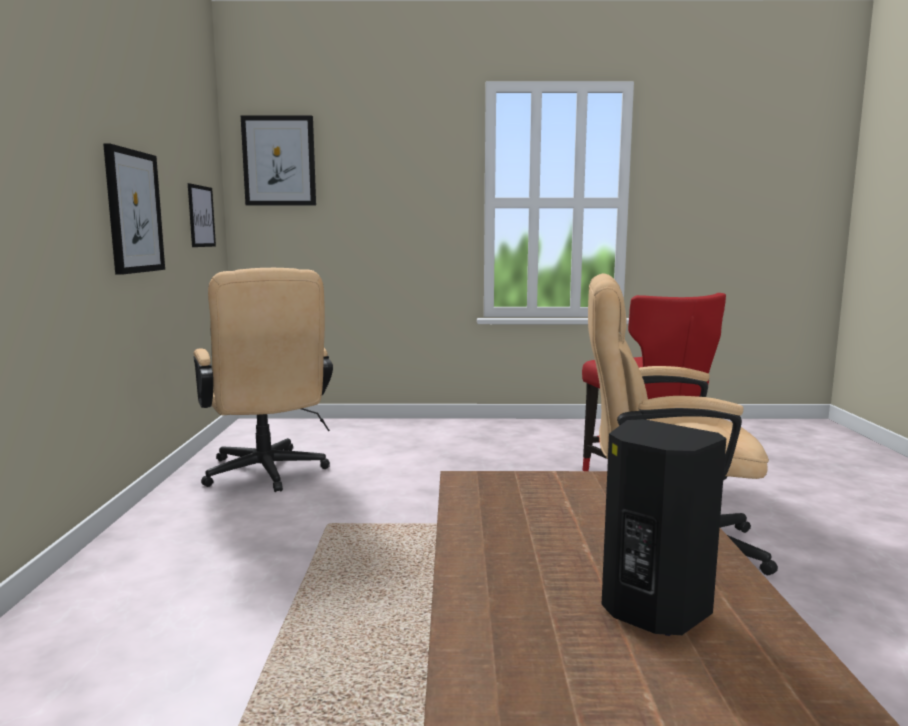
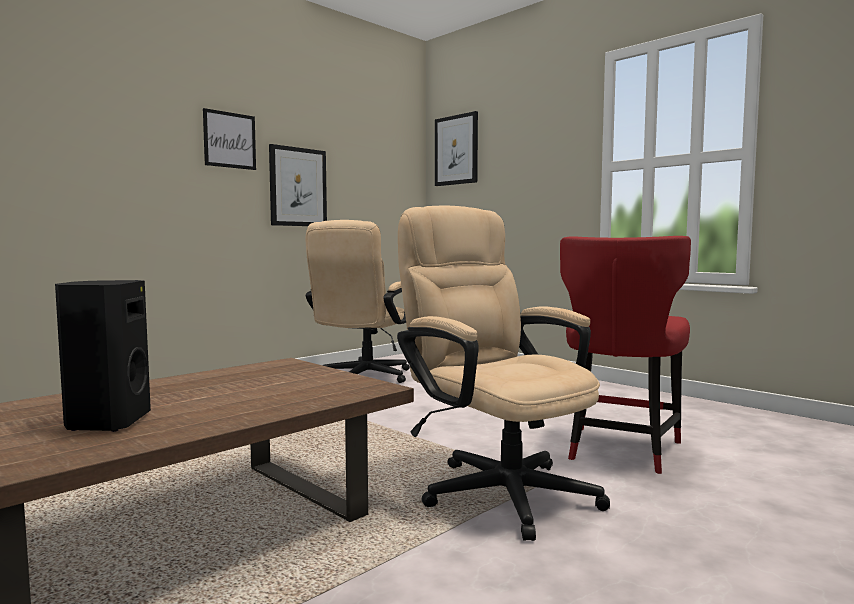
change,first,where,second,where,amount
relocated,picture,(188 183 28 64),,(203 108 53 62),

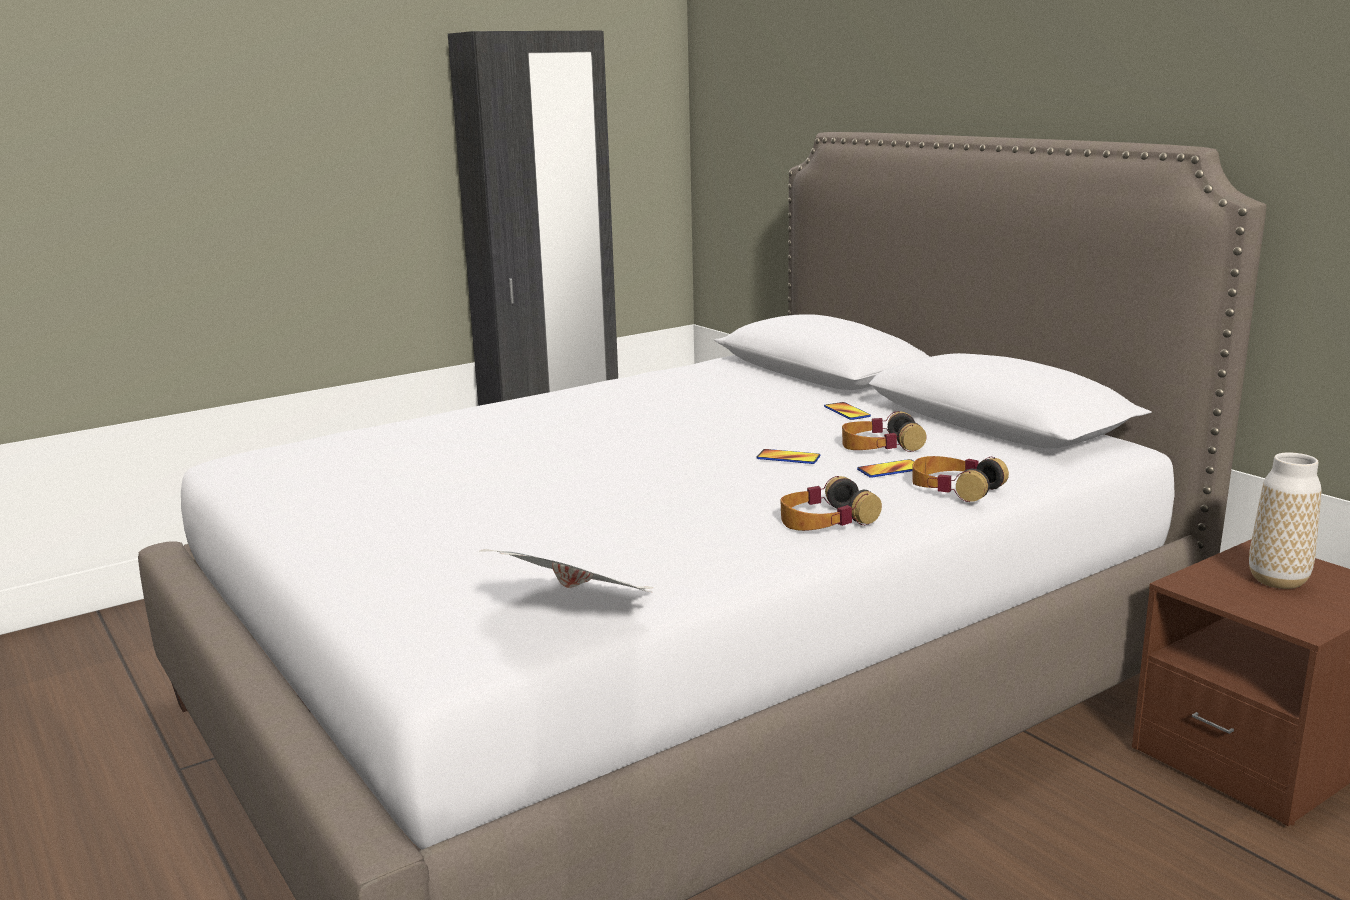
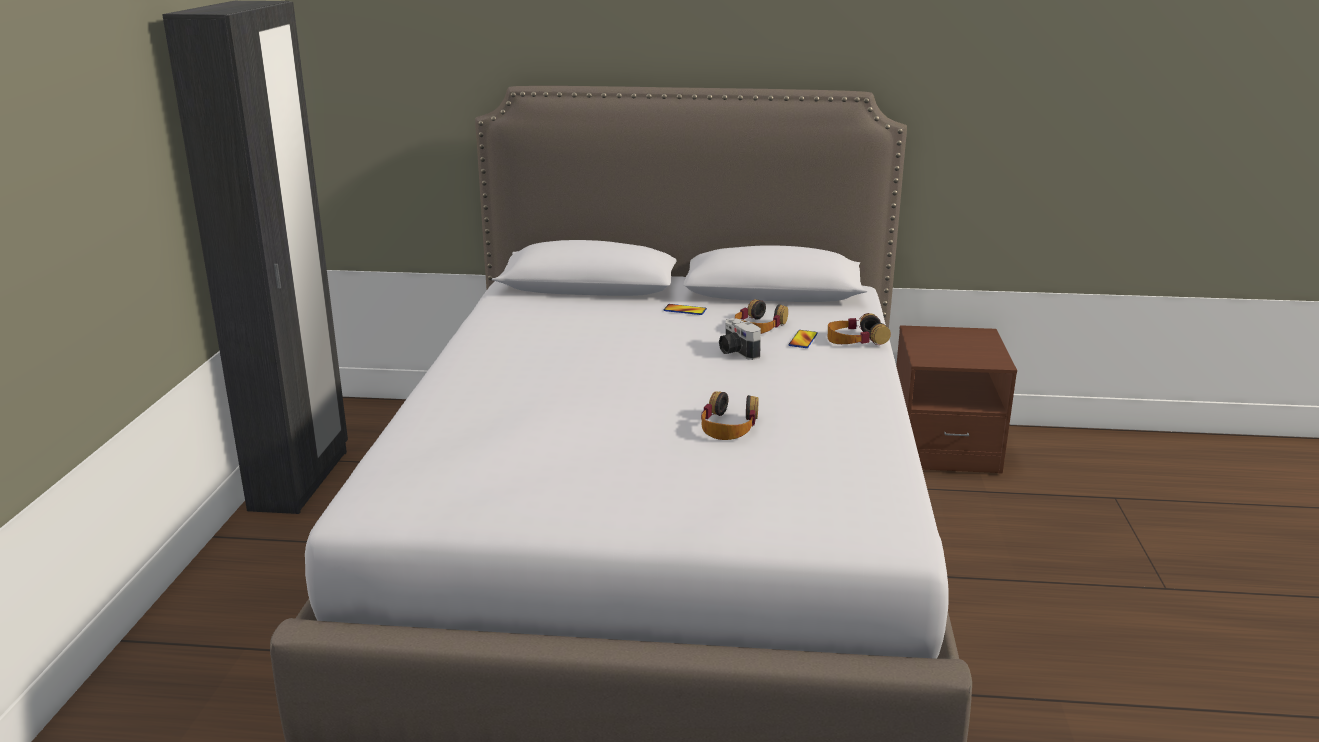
change,first,where,second,where,amount
relocated,pair of headphones,(780 476 102 55),,(701 391 57 49),
exchanged,handset,(757 449 64 15),photo camera,(719 318 42 42),
missing,printed paper,(479 549 175 43),,,
missing,decorative vase,(1249 452 72 137),,,

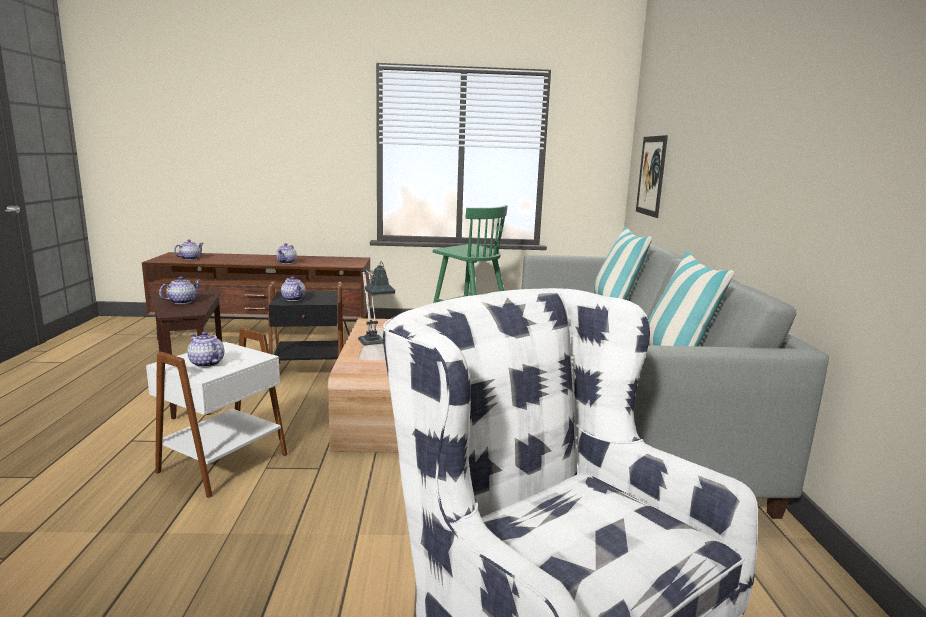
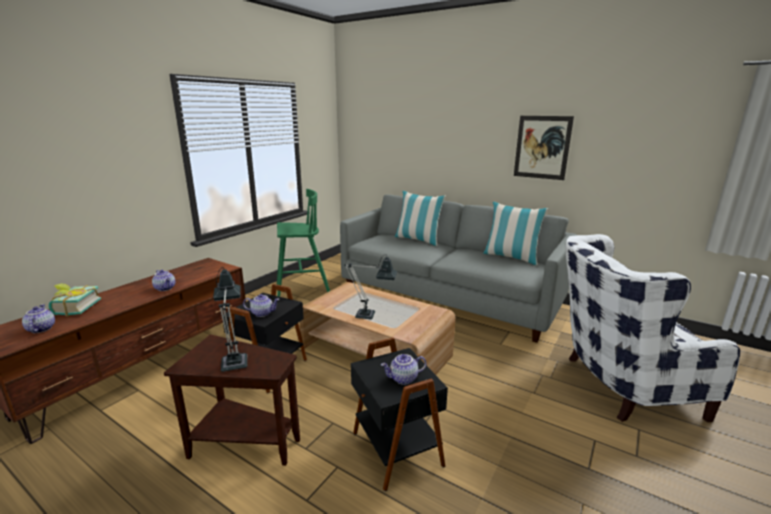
change,first,where,second,where,amount
appeared,,,volume,(49 283 52 34),
exchanged,tea pot,(159 277 42 27),table lamp,(213 267 34 105),
colour,side table in white,(146 328 142 170),side table in black-coloured,(351 338 97 153),
relocated,picture,(636 135 32 83),,(514 116 60 64),

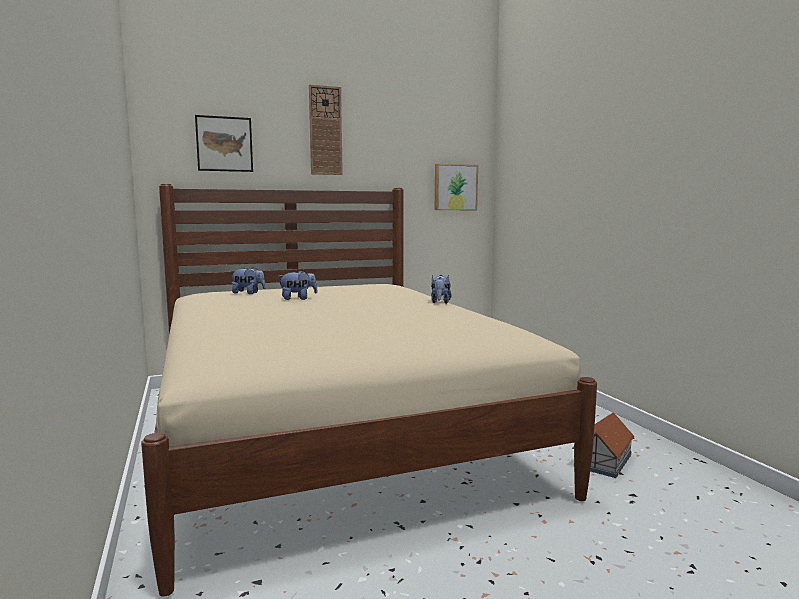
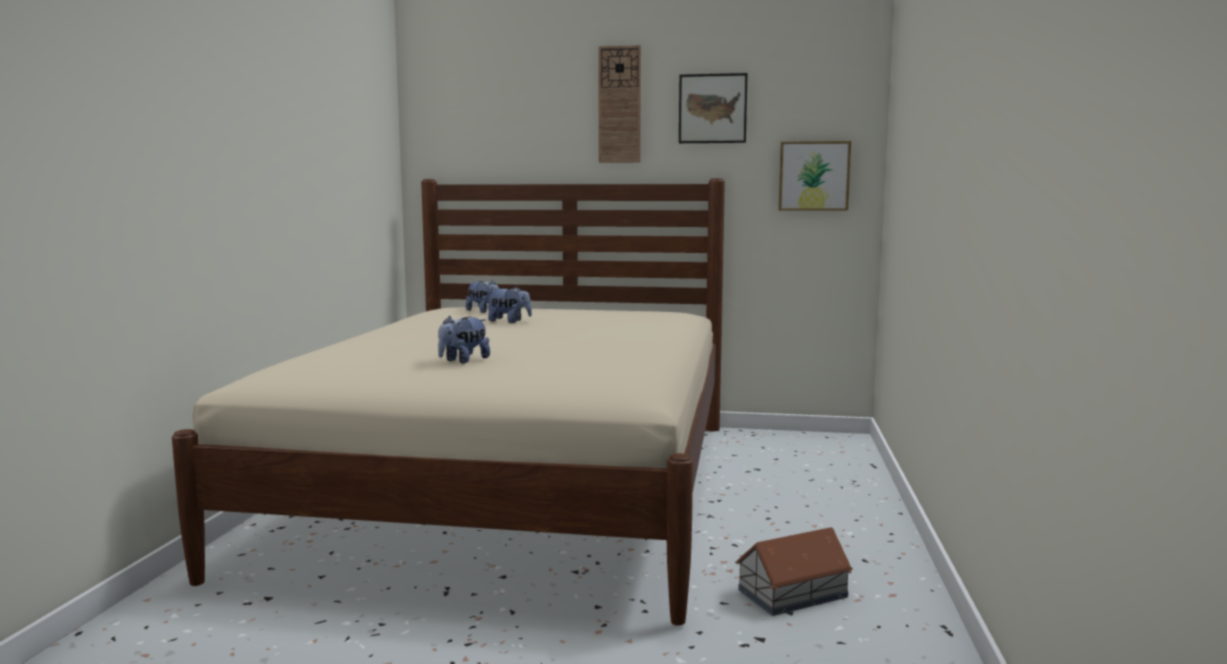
change,first,where,second,where,amount
relocated,cuddly toy,(431 275 21 29),,(438 316 52 47),
relocated,picture,(195 115 58 57),,(679 73 69 70),

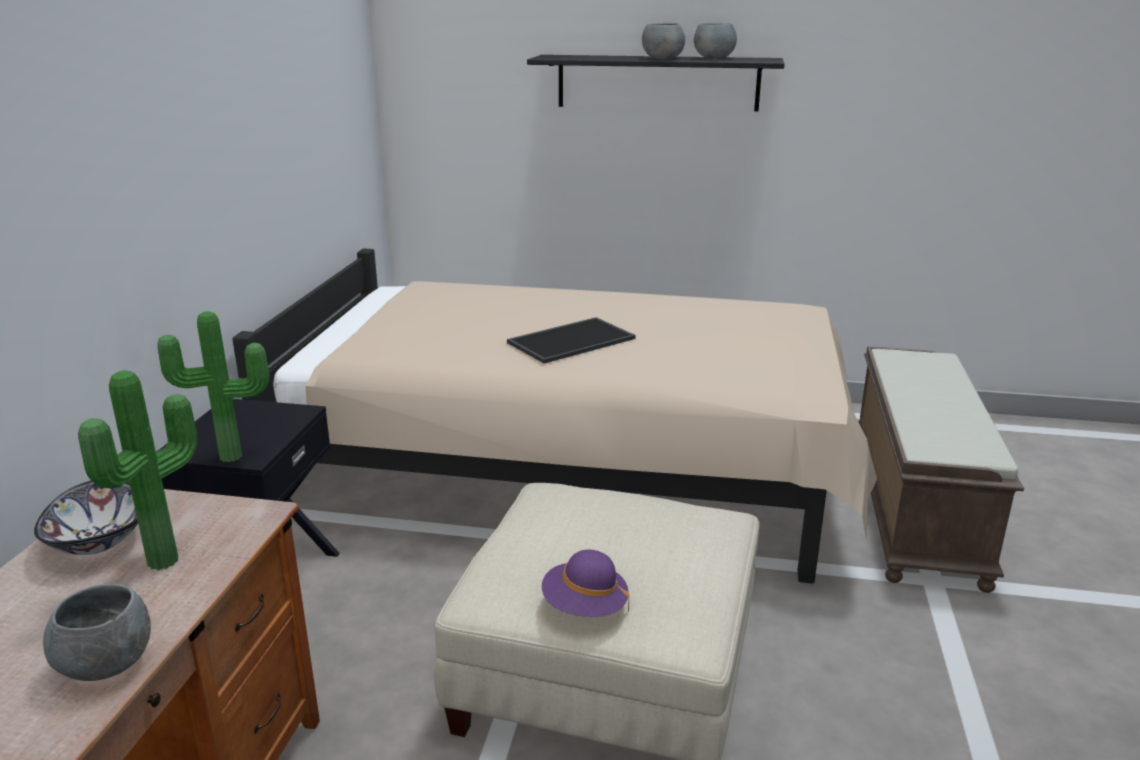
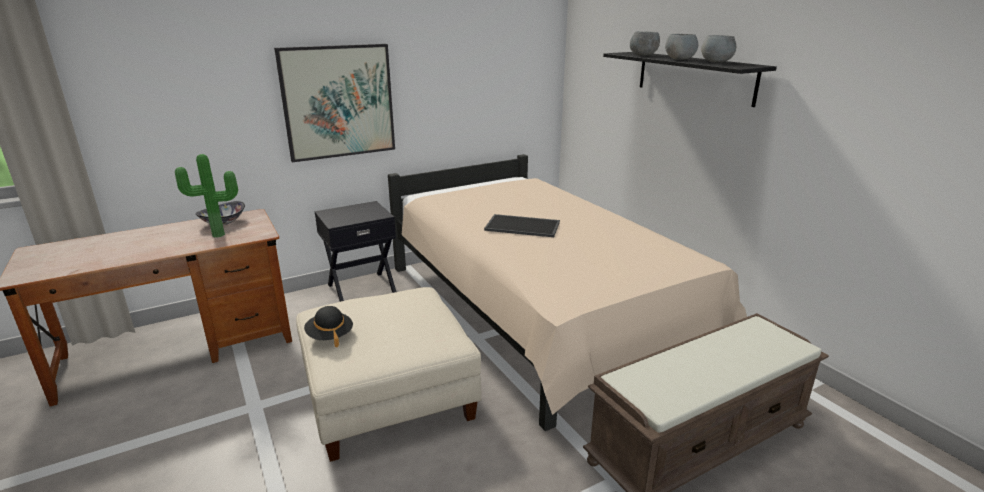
change,first,where,second,where,amount
appeared,,,picture,(274 44 121 118),
colour,clothing hat in purplish,(542 550 87 67),clothing hat in black-coloured,(304 306 49 41),
relocated,deep dish in gray,(43 584 108 97),,(630 31 30 25),
missing,plant in a pot,(157 311 113 151),,,

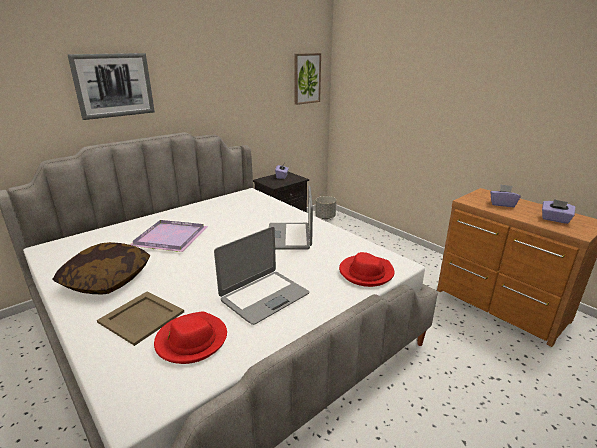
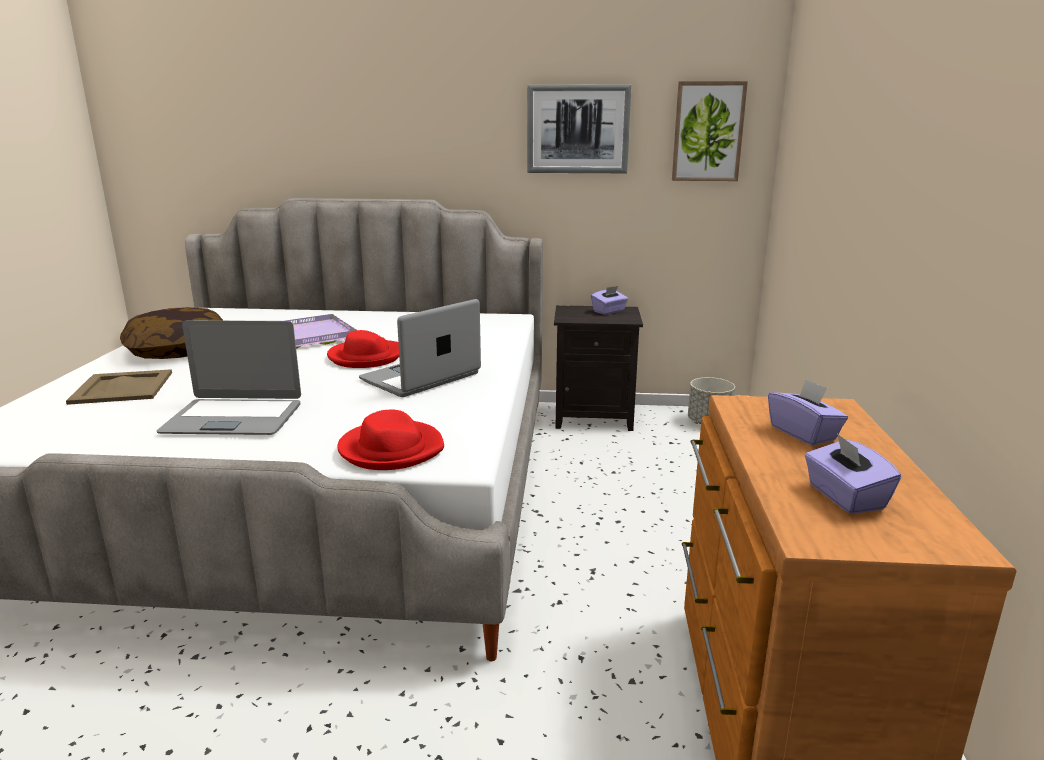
change,first,where,second,where,amount
relocated,clothing hat in reddish,(154 311 73 53),,(327 330 72 38),
relocated,picture,(67 53 88 67),,(527 84 104 89),

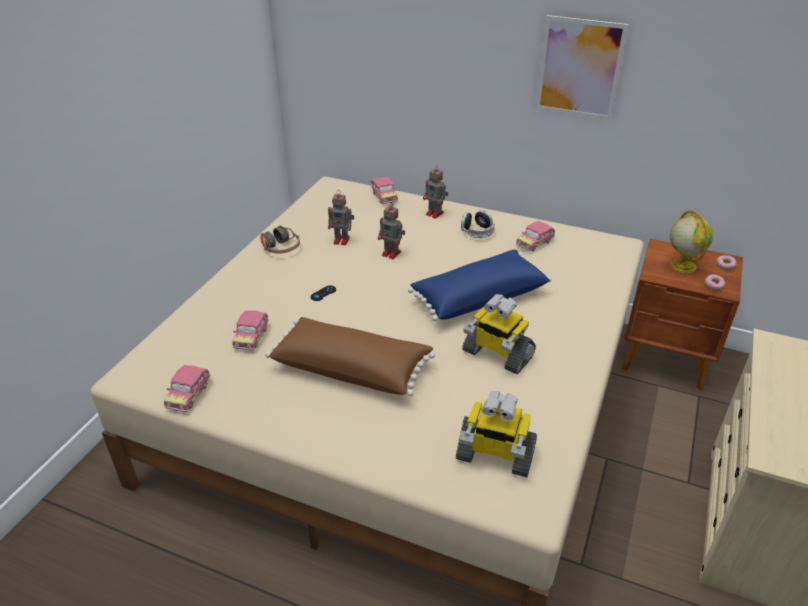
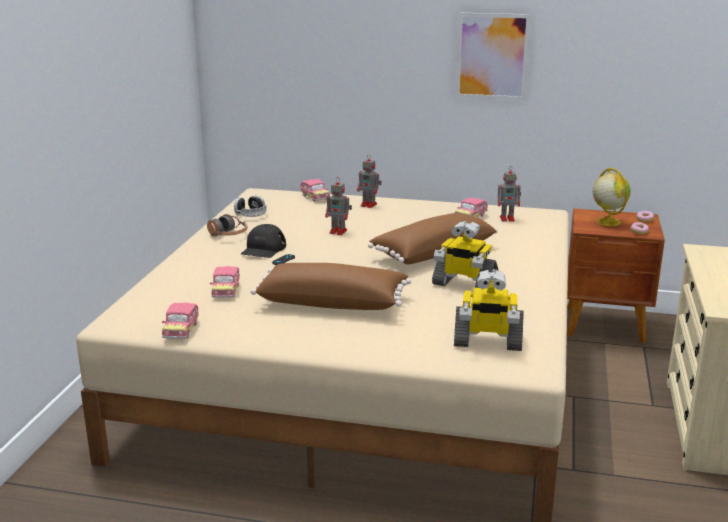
change,first,where,second,where,amount
relocated,pair of headphones,(461 210 34 28),,(234 195 33 22),
appeared,,,baseball cap in black-coloured,(241 224 45 34),
colour,throw pillow in blue-coloured,(408 250 144 71),throw pillow in brown-coloured,(368 213 130 51),
relocated,toy robot,(328 190 26 55),,(498 169 23 53),

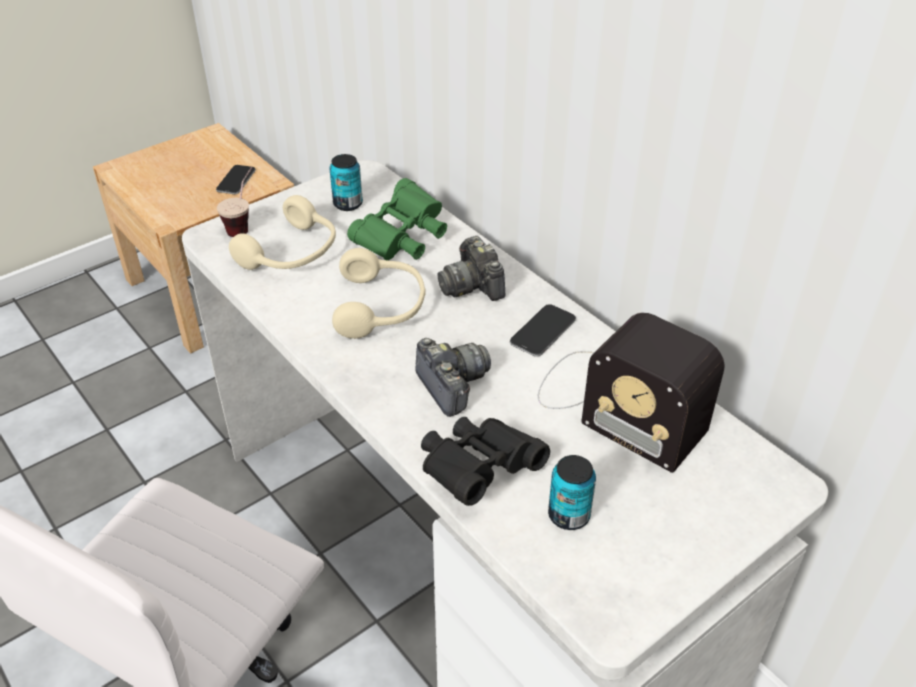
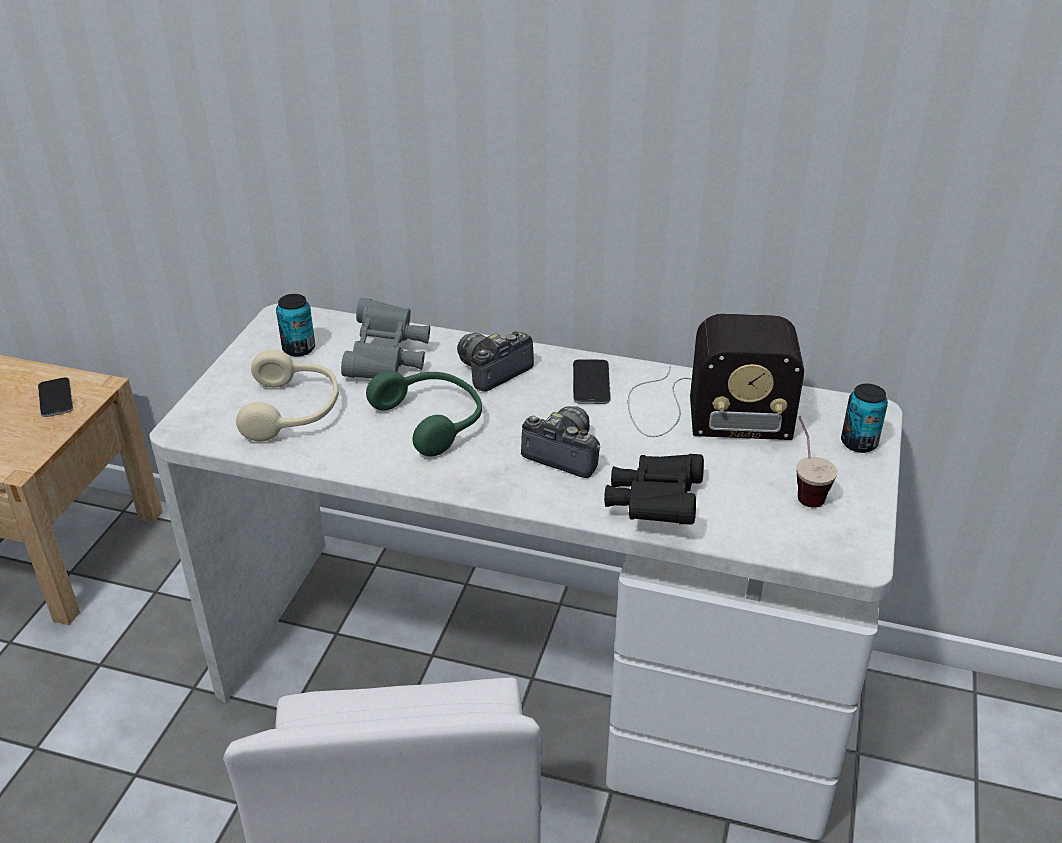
change,first,where,second,where,amount
colour,pair of binoculars in green,(347 178 100 82),pair of binoculars in gray,(341 298 89 80),
colour,pair of headphones in beige-coloured,(332 248 94 91),pair of headphones in green,(366 371 116 86),
spun,photo camera,(437 236 68 65),,(457 331 77 61),105 degrees clockwise
relocated,small cup,(217 167 36 70),,(796 416 42 92),
relocated,sealed can,(548 455 48 75),,(841 384 47 69),

